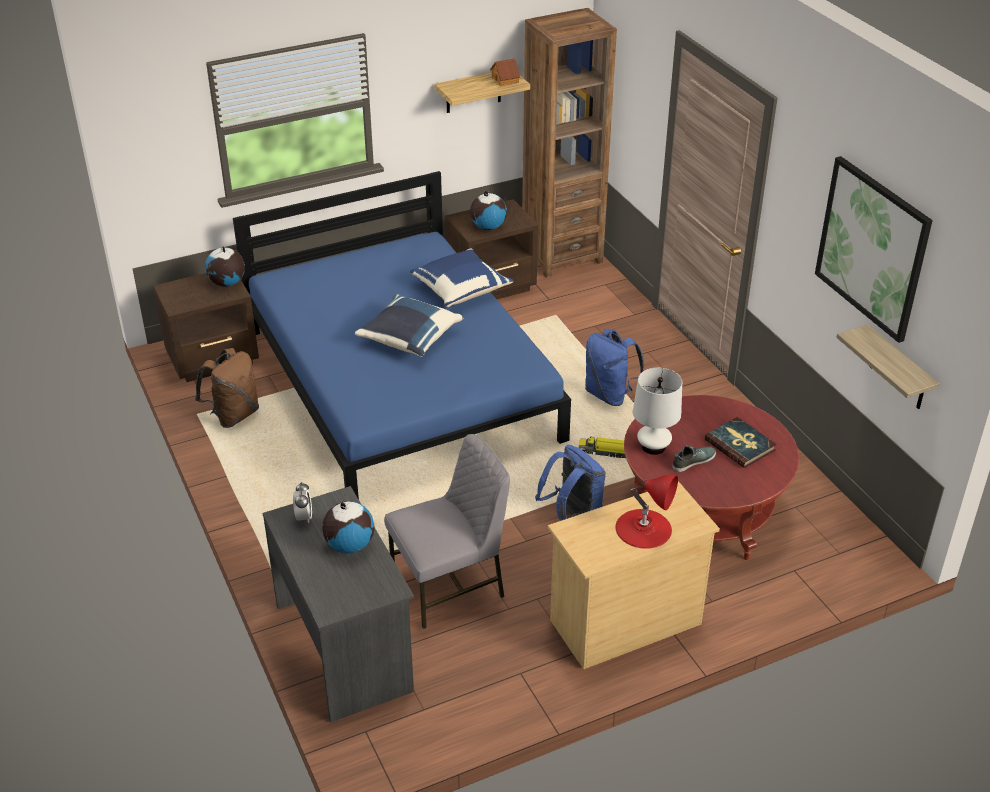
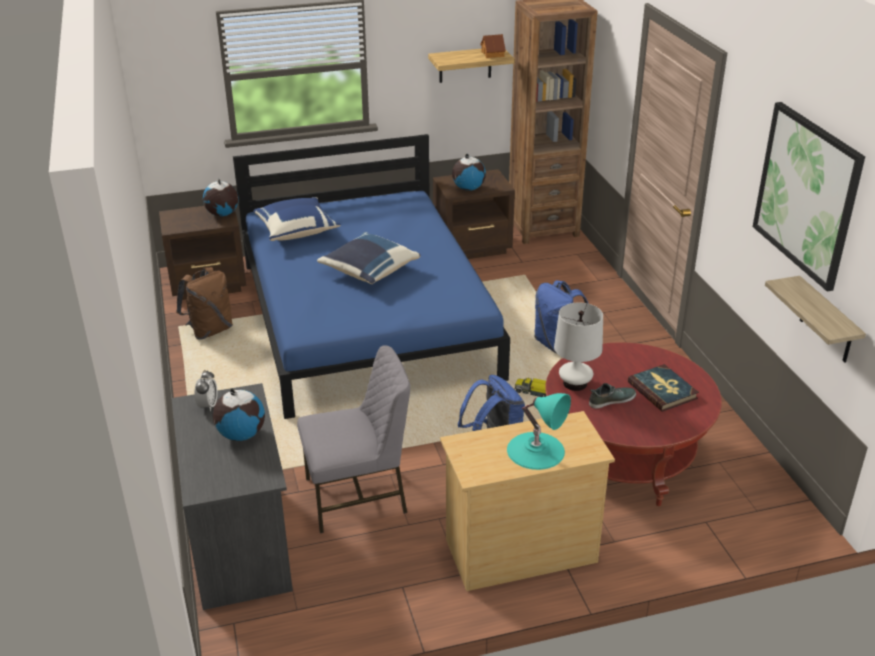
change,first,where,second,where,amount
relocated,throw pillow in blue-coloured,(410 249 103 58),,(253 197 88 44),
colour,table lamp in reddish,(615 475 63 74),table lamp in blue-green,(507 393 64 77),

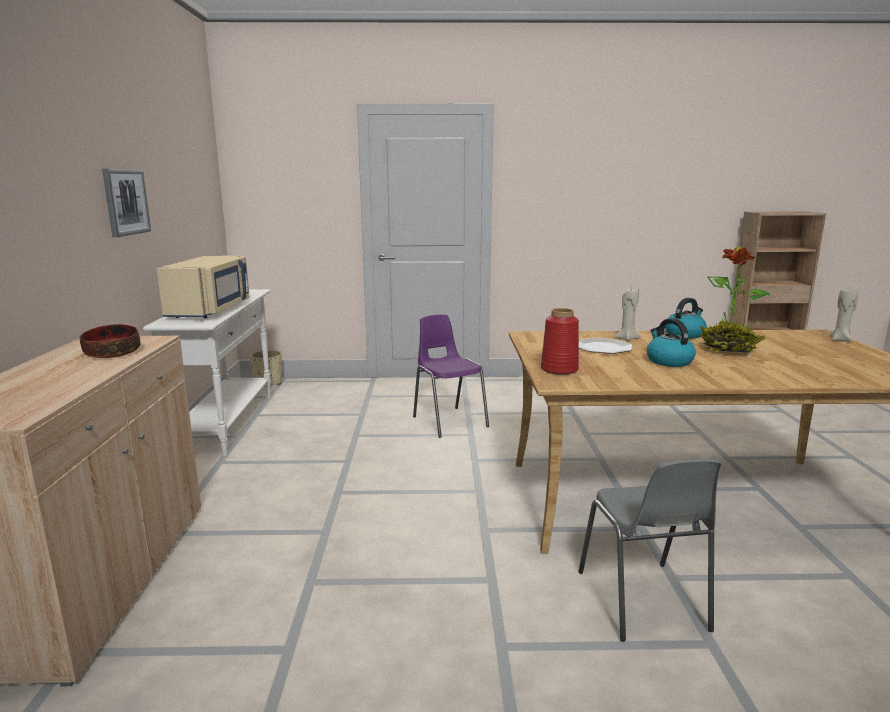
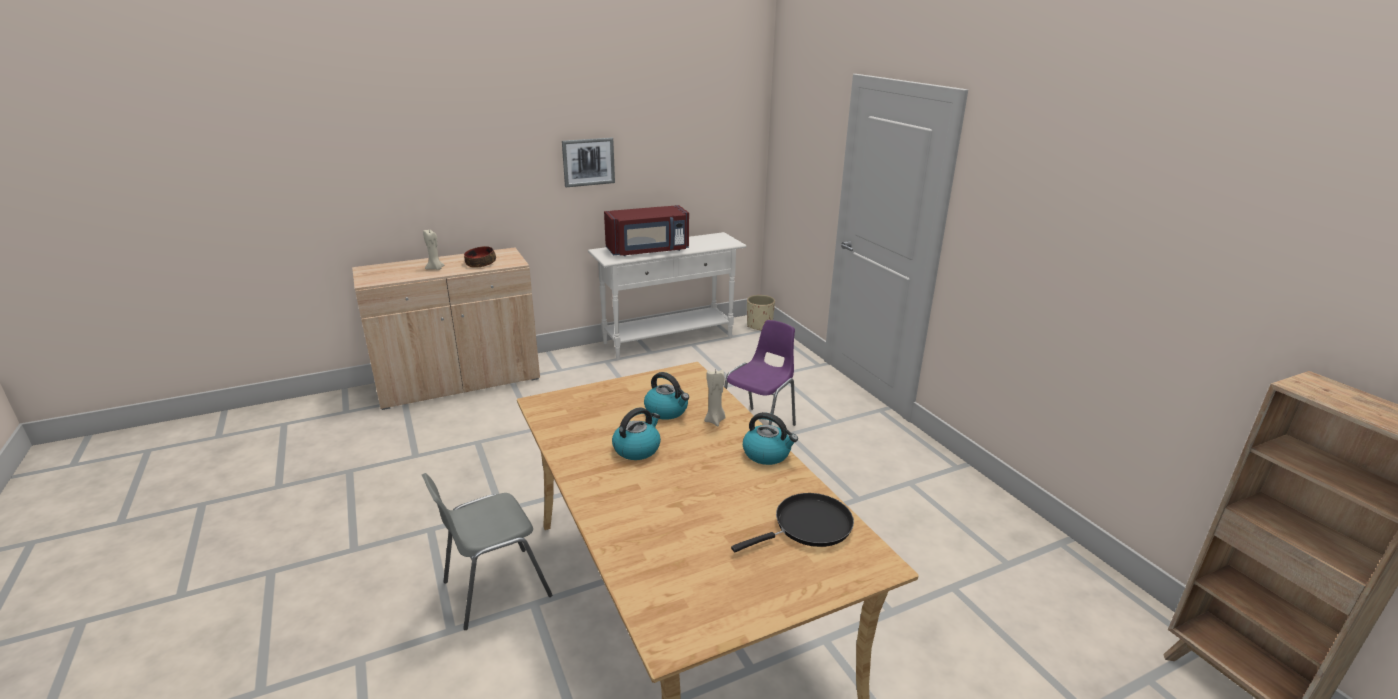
change,first,where,second,where,amount
relocated,candle in beige-coloured,(829 289 30 53),,(423 230 21 40),
colour,kitchen microwave in beige-coloured,(157 255 93 63),kitchen microwave in reddish,(604 205 85 51),
exchanged,plate,(579 338 53 16),tea kettle,(644 372 45 48),
appeared,,,skillet in black-coloured,(731 493 123 59),
missing,decorative vase in reddish,(541 308 38 67),,,
missing,plant in a pot,(700 247 70 106),,,

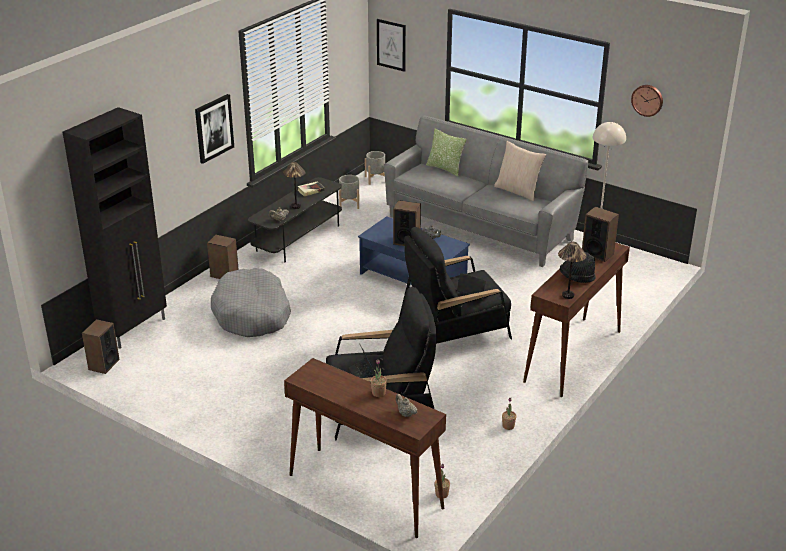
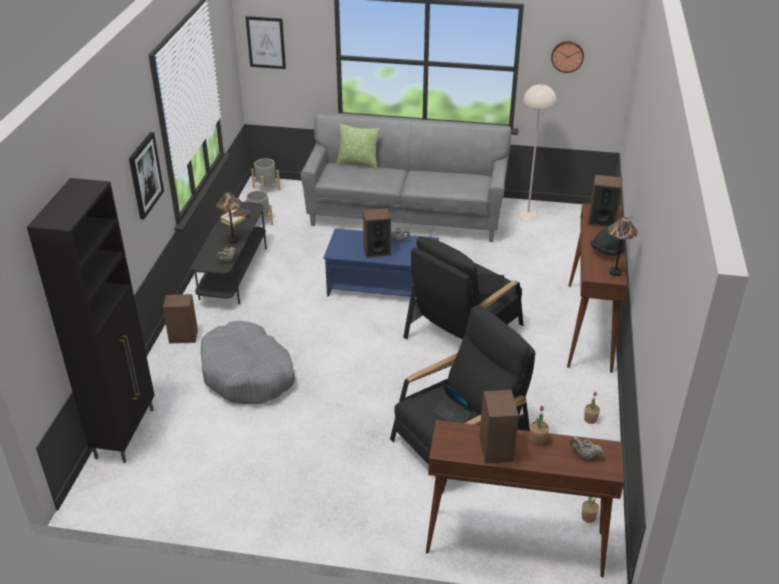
change,first,where,second,where,amount
relocated,audio speaker,(82 319 38 55),,(479 390 40 74),
missing,throw pillow in beige-coloured,(494 141 52 60),,,

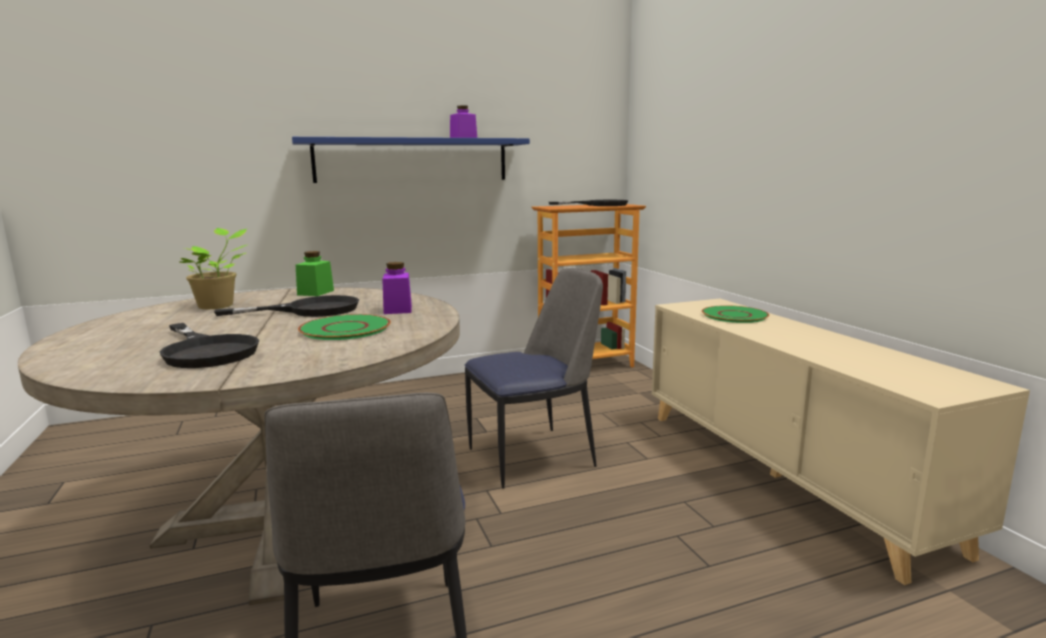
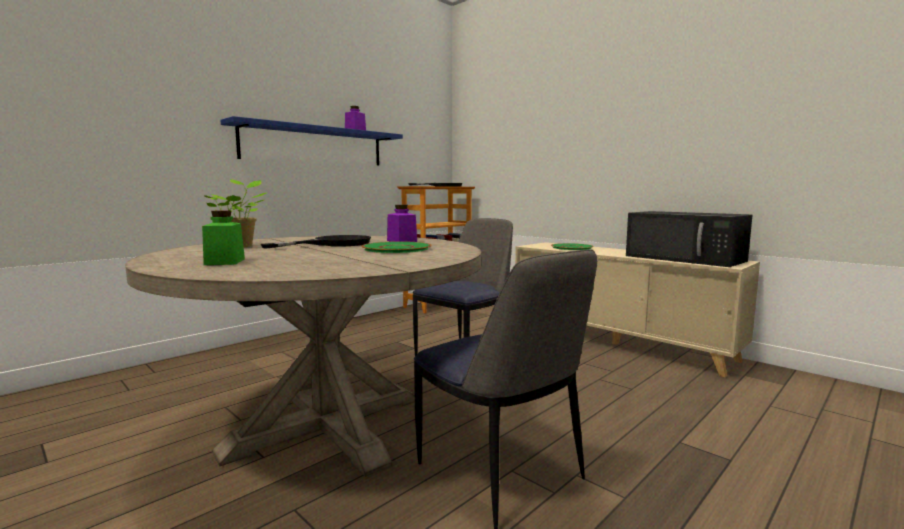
change,first,where,second,where,amount
relocated,jar in green,(296 251 38 45),,(202 210 43 55),
appeared,,,kitchen microwave in black-coloured,(626 211 126 56),
missing,skillet in black-coloured,(160 323 99 45),,,

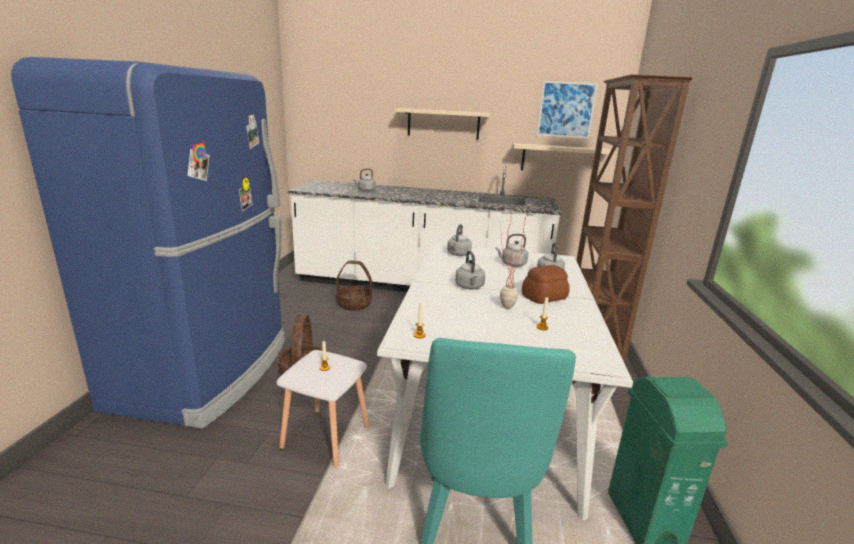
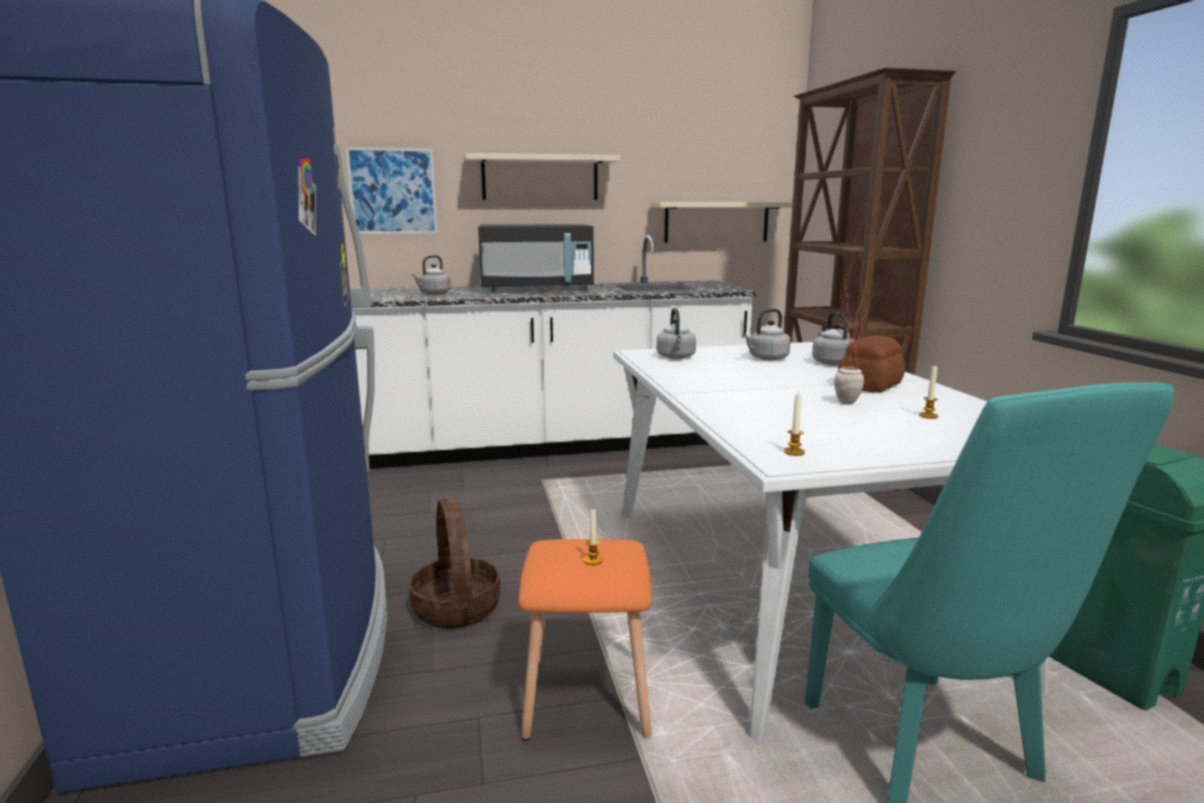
change,first,where,second,where,amount
relocated,picture,(537 81 61 57),,(346 147 92 87),
appeared,,,kitchen microwave in black-coloured,(478 224 116 68),
colour,stool in white,(276 350 93 118),stool in orange,(518 539 134 202),
missing,basket,(336 260 36 51),,,
missing,tea kettle in gray,(455 251 30 38),,,

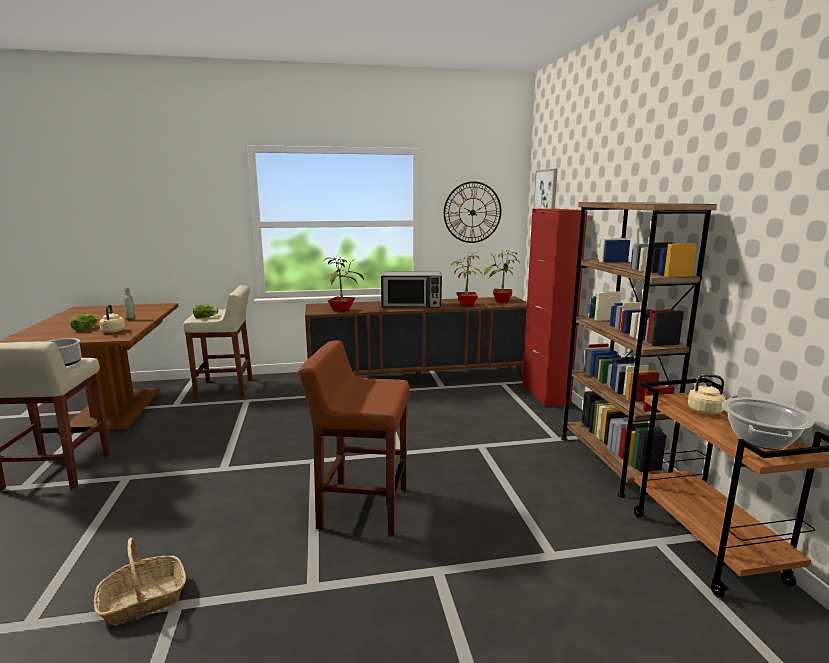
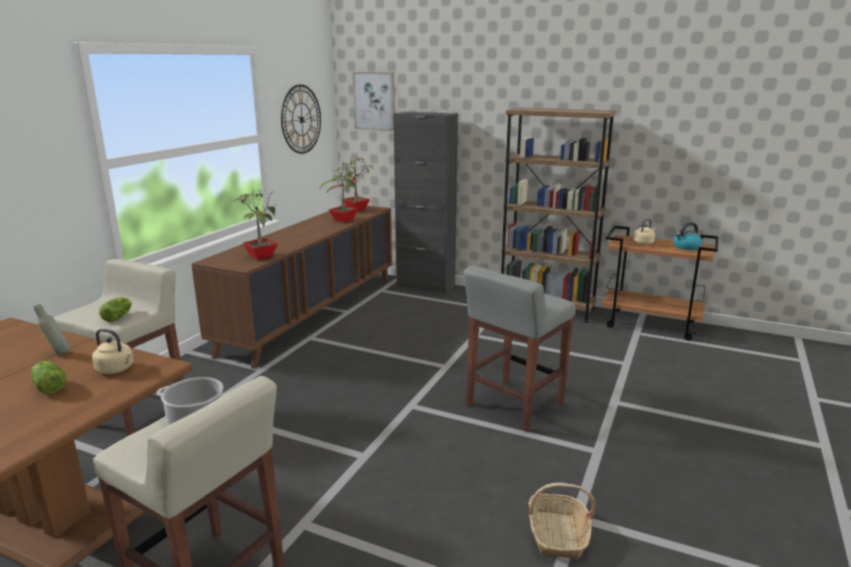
change,first,where,second,where,amount
colour,storage cabinet in reddish,(522 209 66 198),storage cabinet in black-coloured,(394 112 64 182),
colour,stool in brown-coloured,(298 340 112 196),stool in gray,(464 266 112 166),
exchanged,stockpot,(722 398 92 51),tea kettle,(673 222 29 28),
missing,kitchen microwave,(381 271 61 37),,,

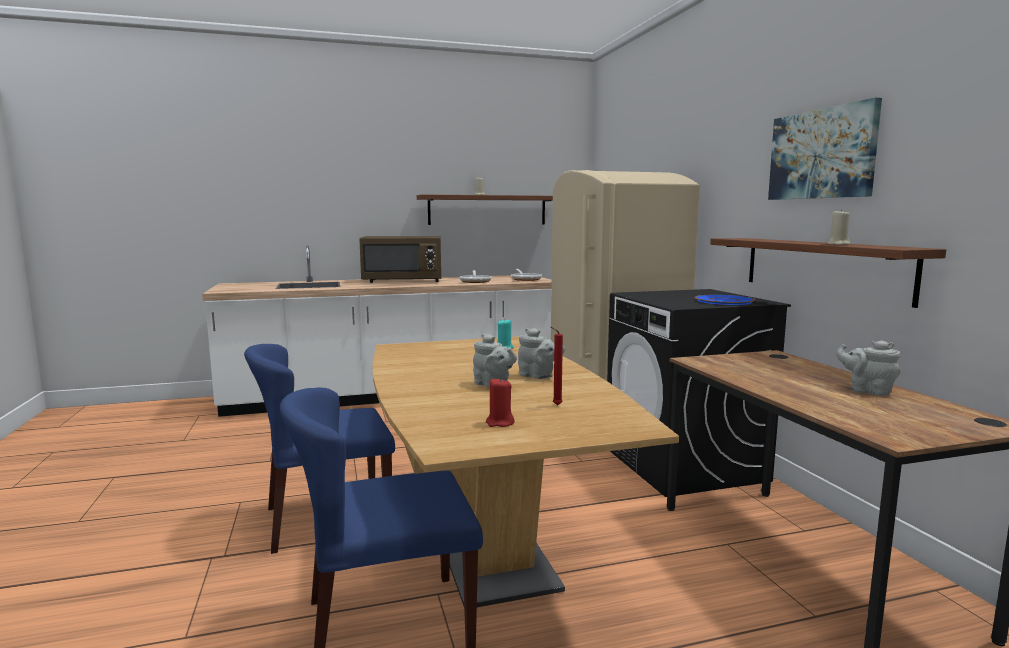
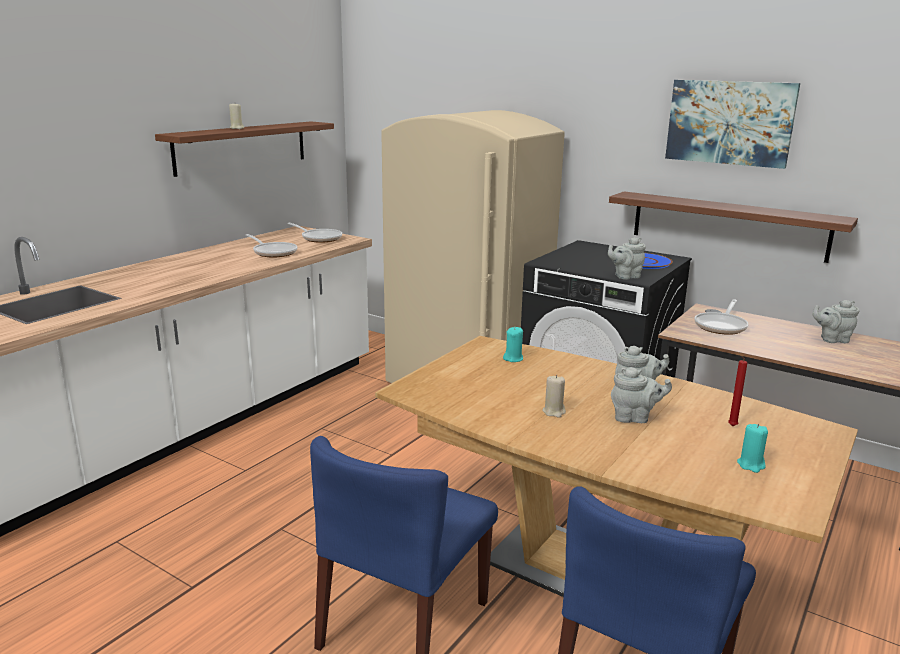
change,first,where,second,where,amount
relocated,candle in beige-coloured,(827 209 23 36),,(542 375 24 43),
appeared,,,tea pot in gray,(608 237 38 42),
appeared,,,skillet,(694 299 54 36),
colour,candle in reddish,(486 378 29 49),candle in blue-green,(737 424 31 49),
missing,kitchen microwave in brown-coloured,(359 236 83 47),,,

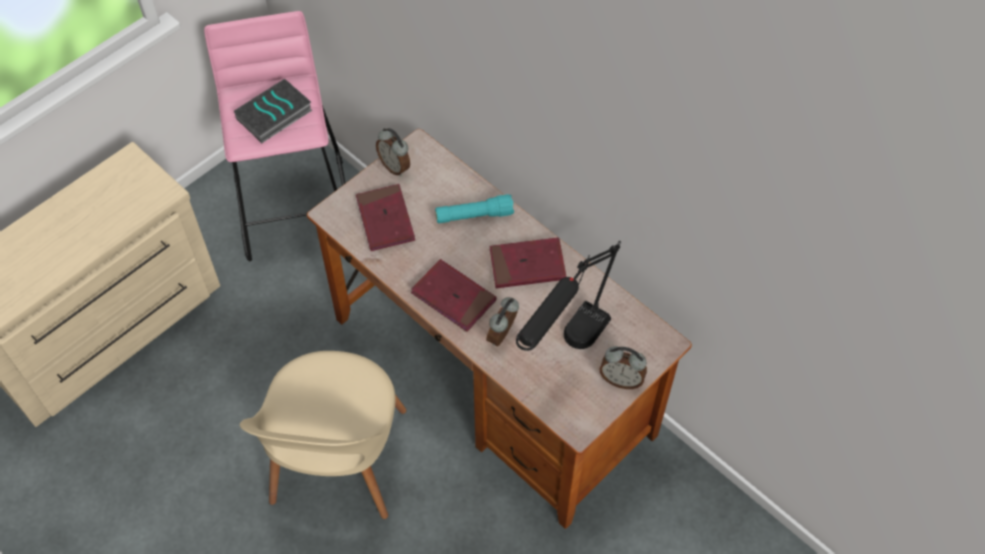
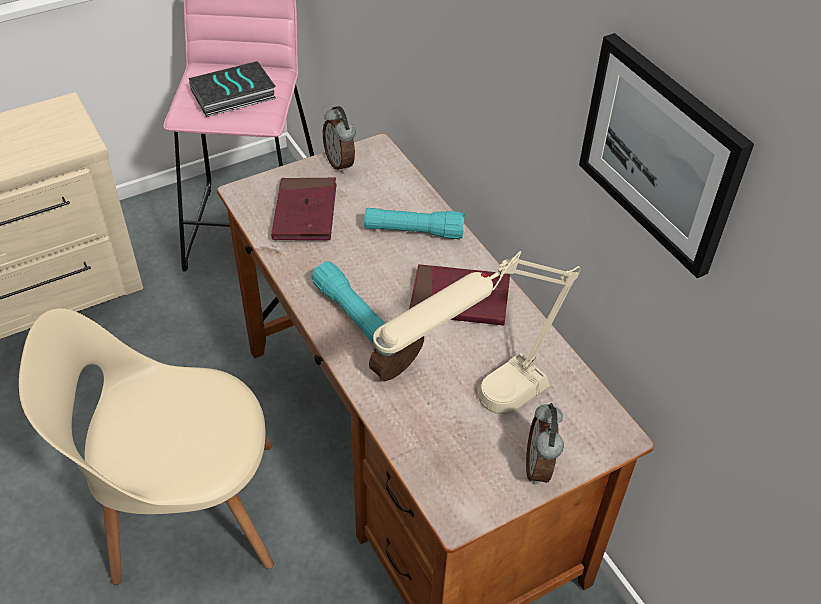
change,first,where,second,where,amount
spun,chair in beige-coloured,(240 351 167 168),,(19 309 255 276),60 degrees clockwise
exchanged,volume in reddish,(411 259 86 73),torch in blue-green,(312 261 73 82),
colour,table lamp in black-coloured,(516 241 105 110),table lamp in beige-coloured,(373 251 207 163),
spun,alarm clock,(600 346 47 43),,(526 403 38 82),60 degrees clockwise
appeared,,,picture,(579 33 175 245),

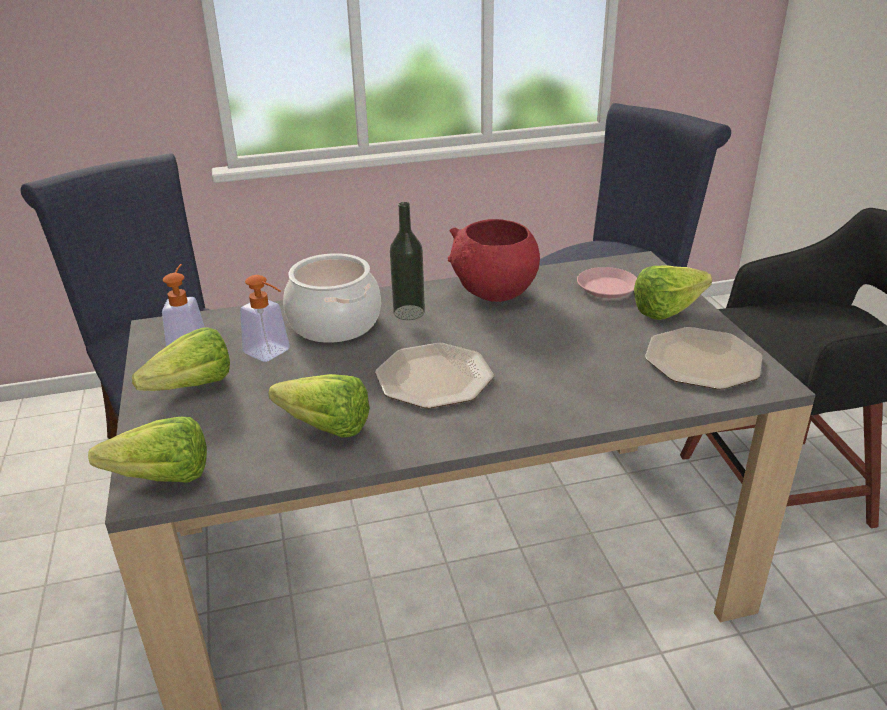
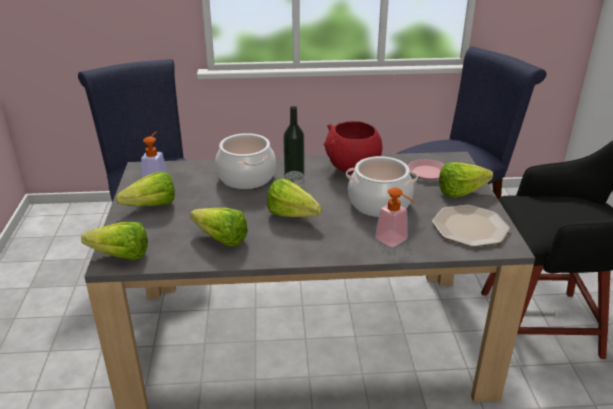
change,first,where,second,where,amount
exchanged,plate,(375 343 119 65),head of lettuce,(267 178 55 39),
appeared,,,stockpot,(346 156 72 61),
relocated,soap bottle,(240 275 50 87),,(375 188 39 59),

